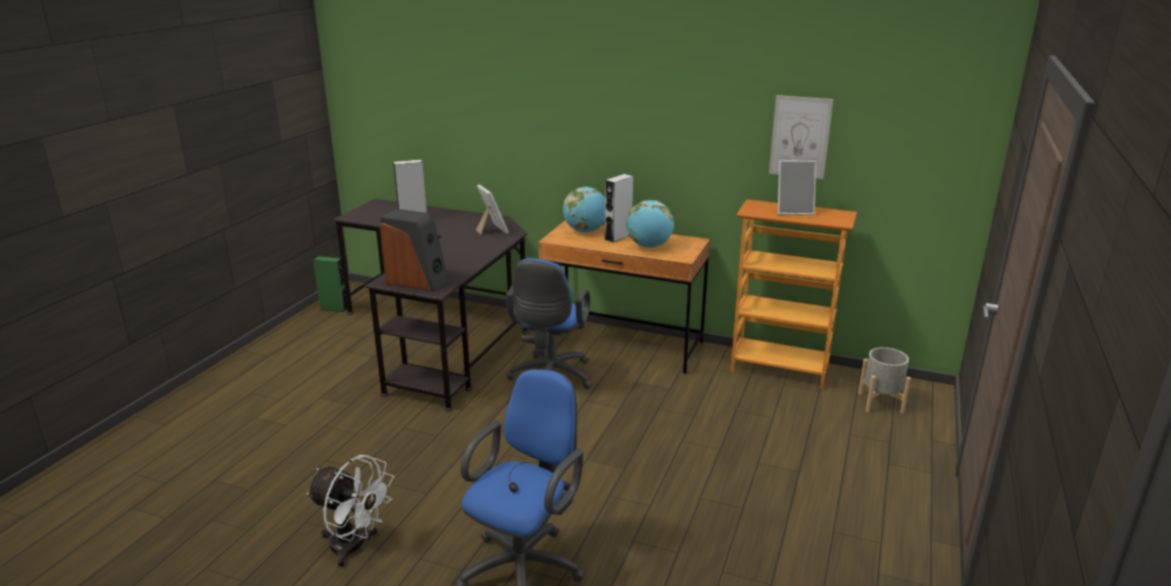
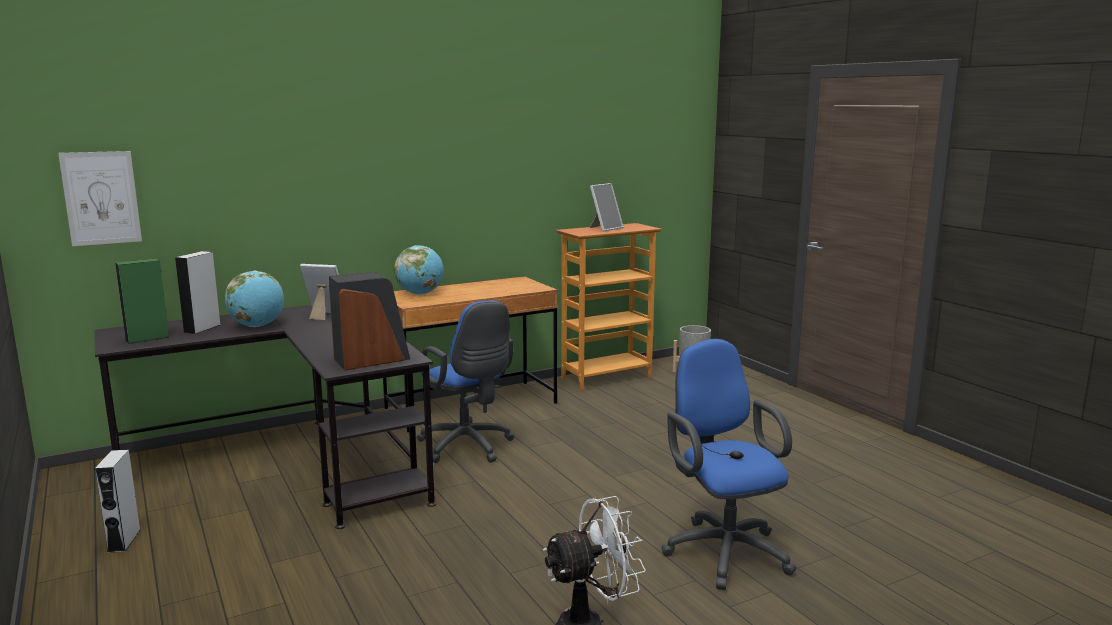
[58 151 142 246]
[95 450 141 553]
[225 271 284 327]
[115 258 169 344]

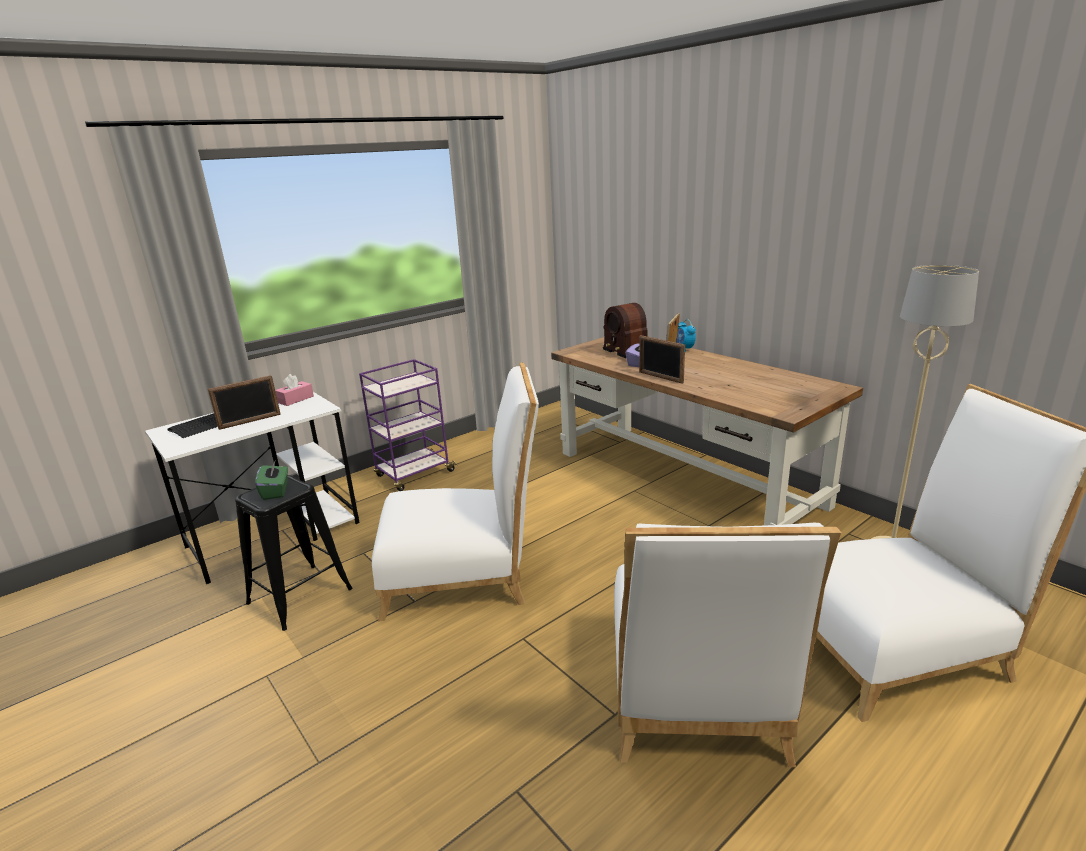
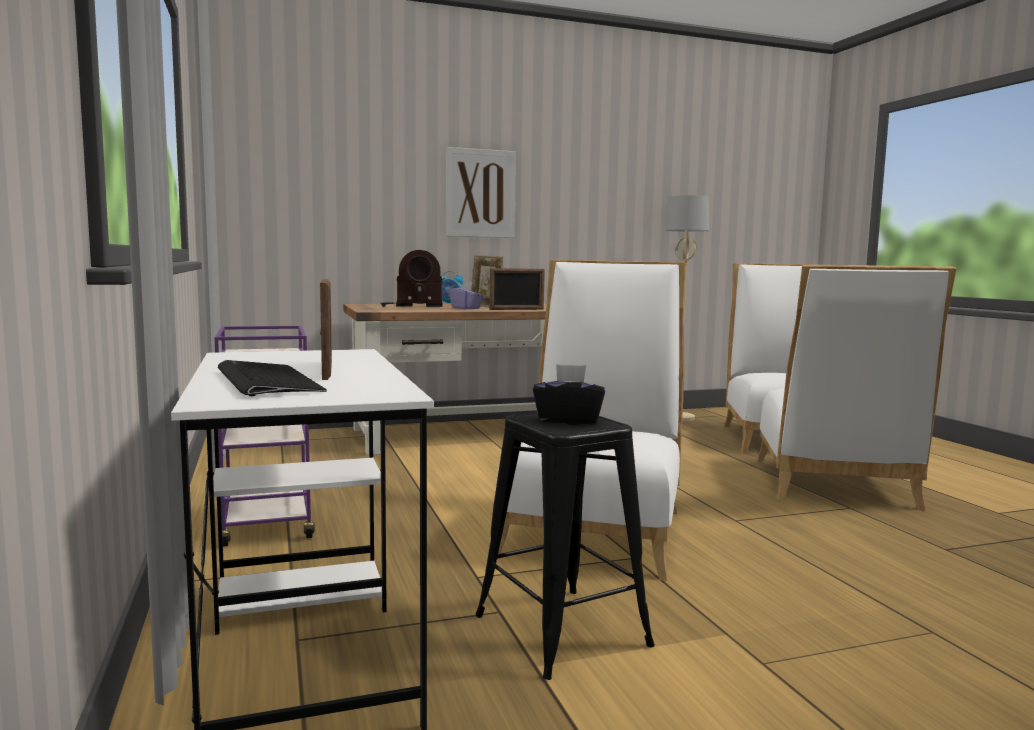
[275 374 314 406] (first image)
[533 364 605 424]
[757 264 957 511]
[446 147 516 238]

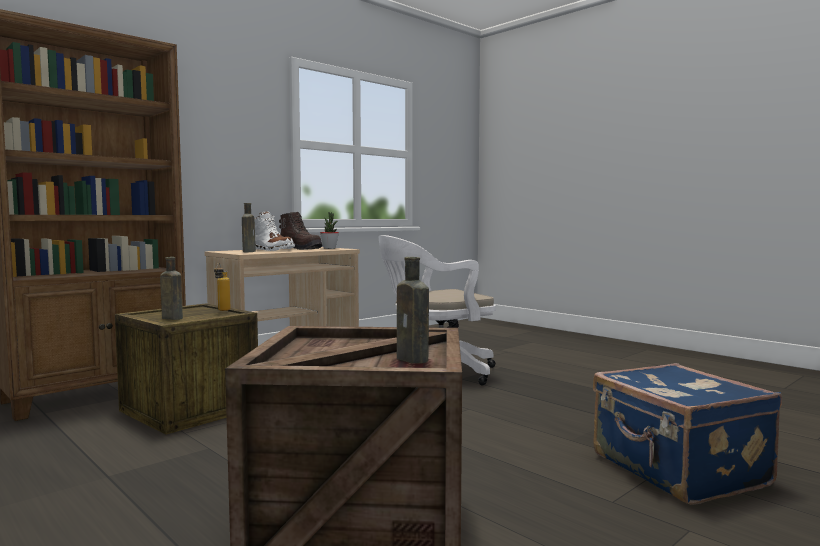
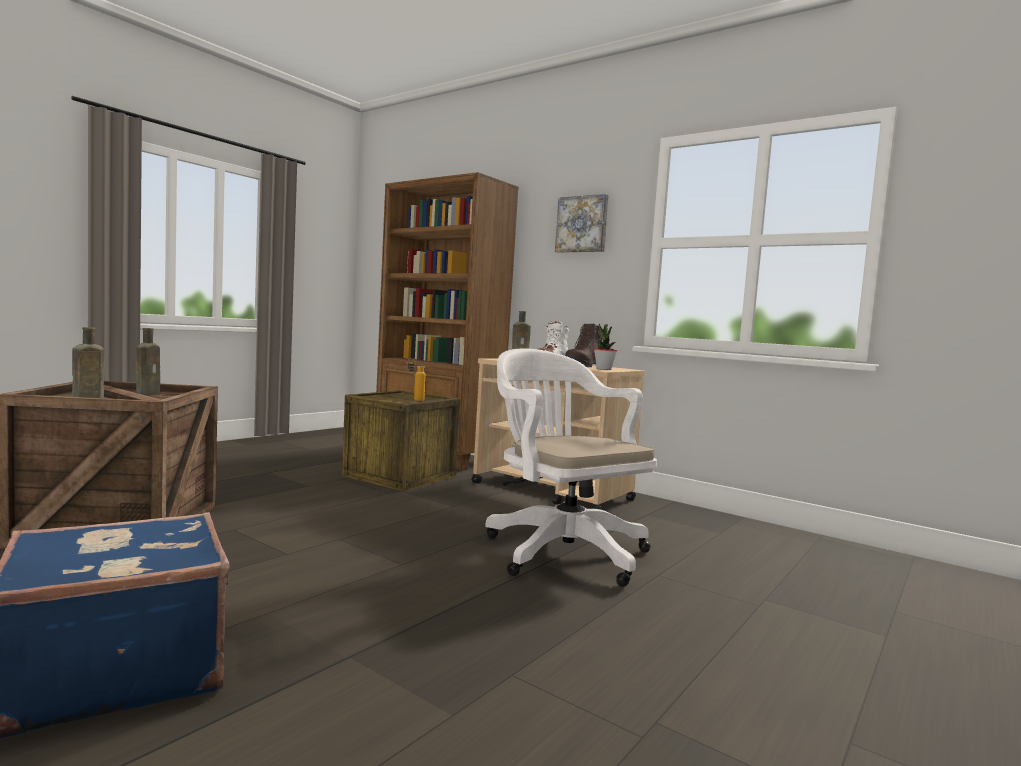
[136 328 160 396]
[555 194 609 253]

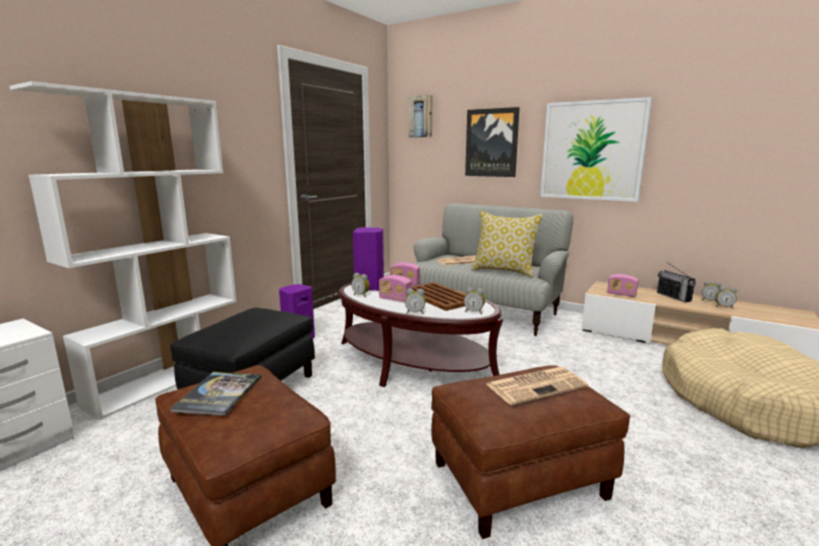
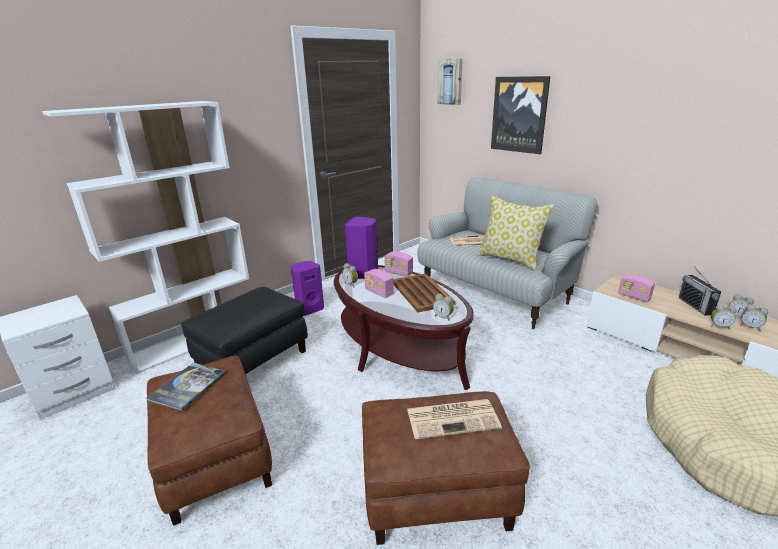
[540 97 652 202] (first image)
[711 305 737 330]

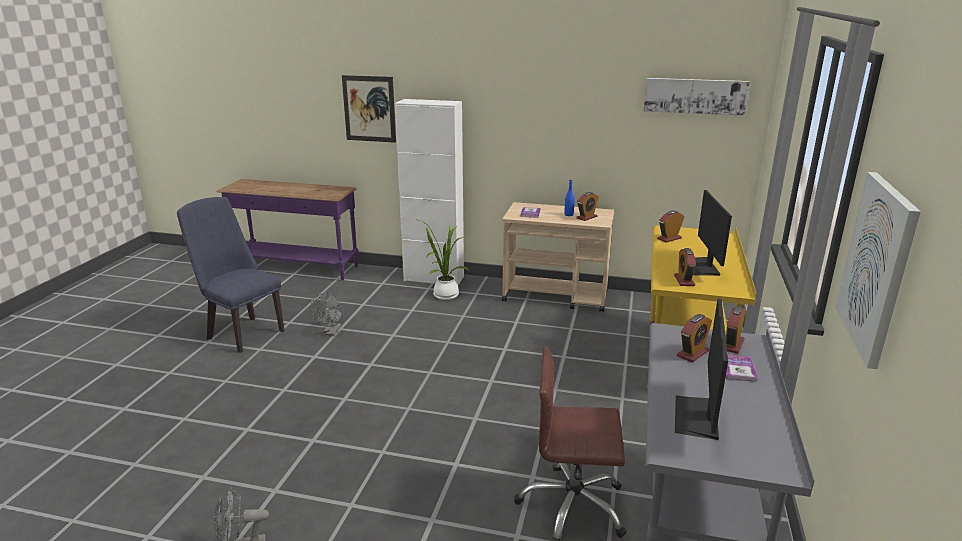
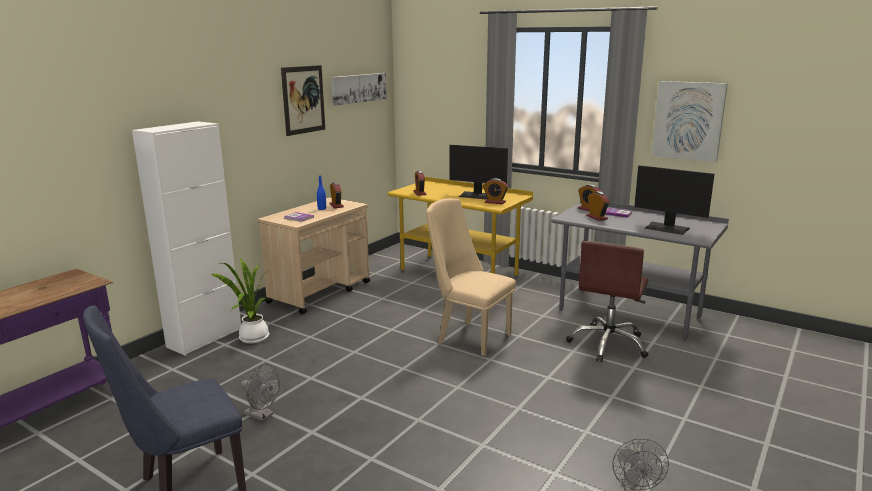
[281 65 325 136]
[426 198 516 356]

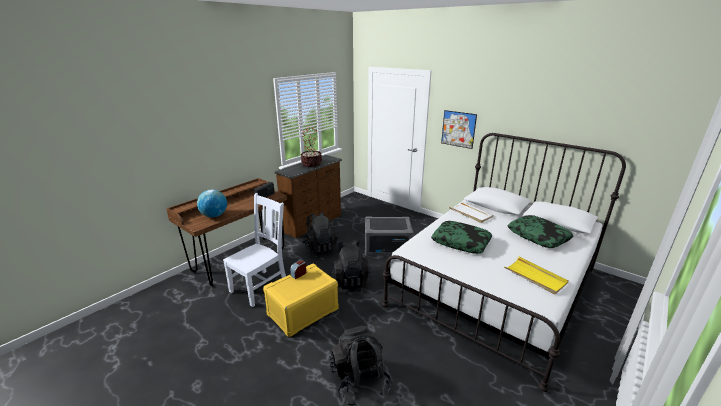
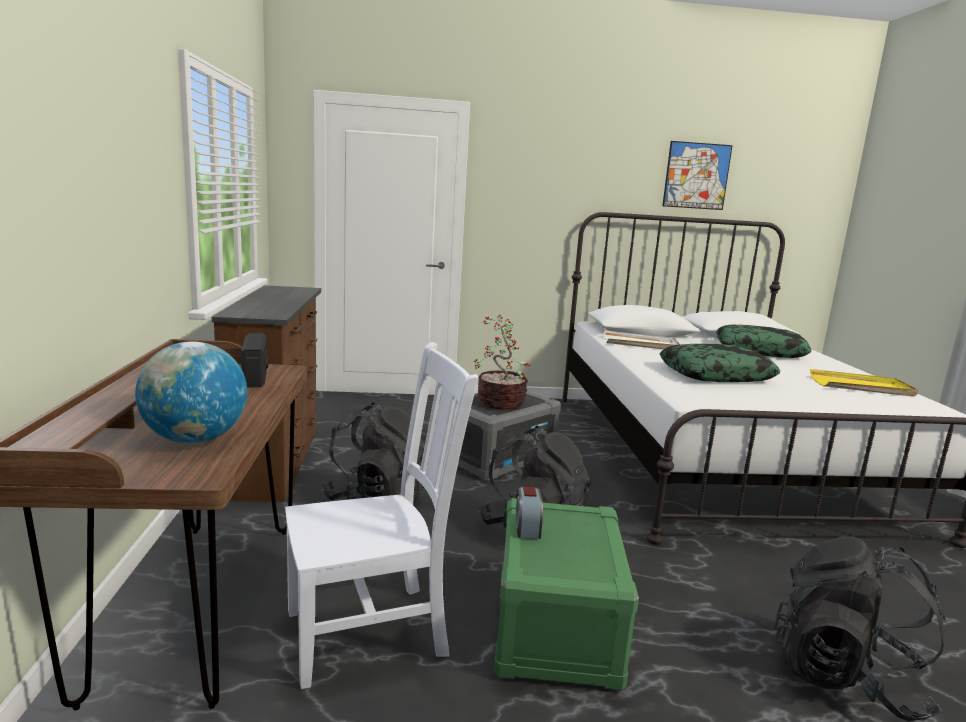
[662 141 733 210]
[474 315 531 410]
[285 342 478 689]
[494 498 639 690]

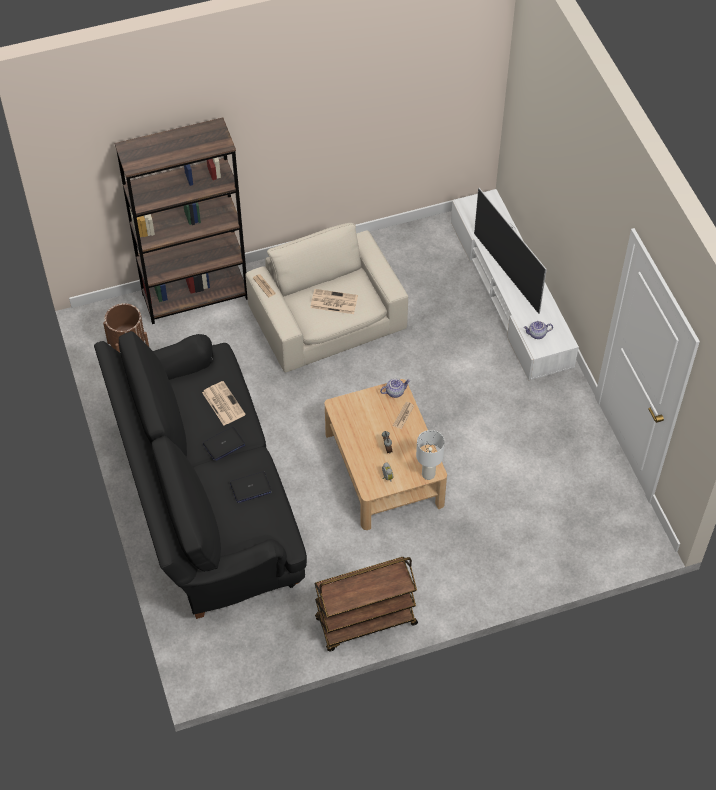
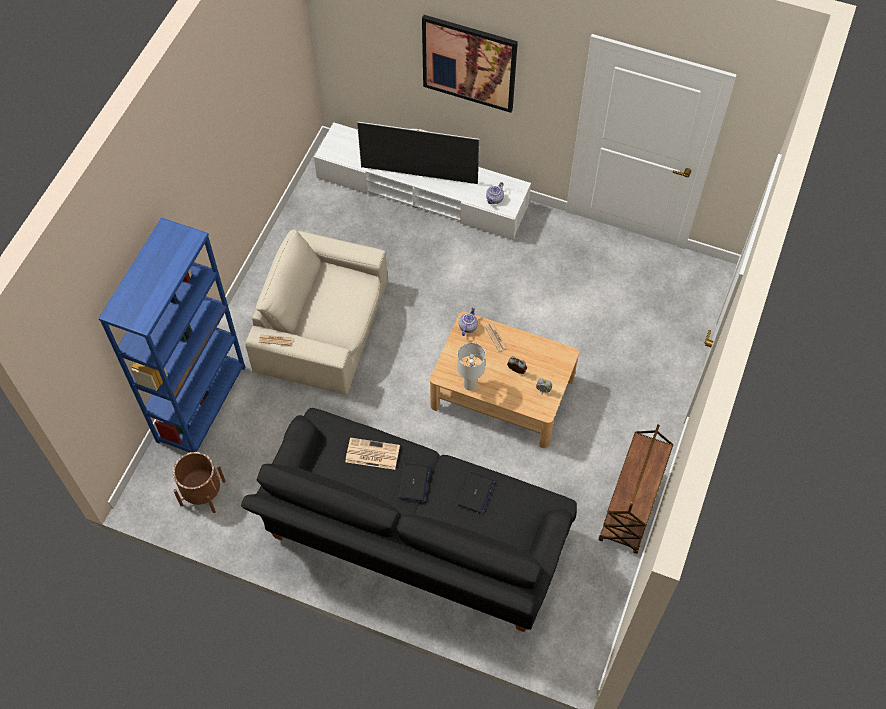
[98 218 245 452]
[310 289 358 314] (first image)
[457 343 486 391]
[422 15 518 113]

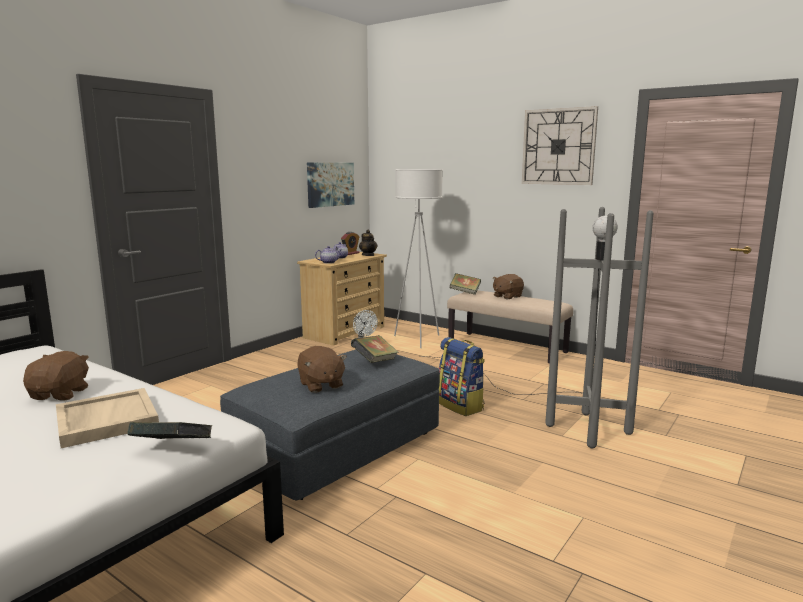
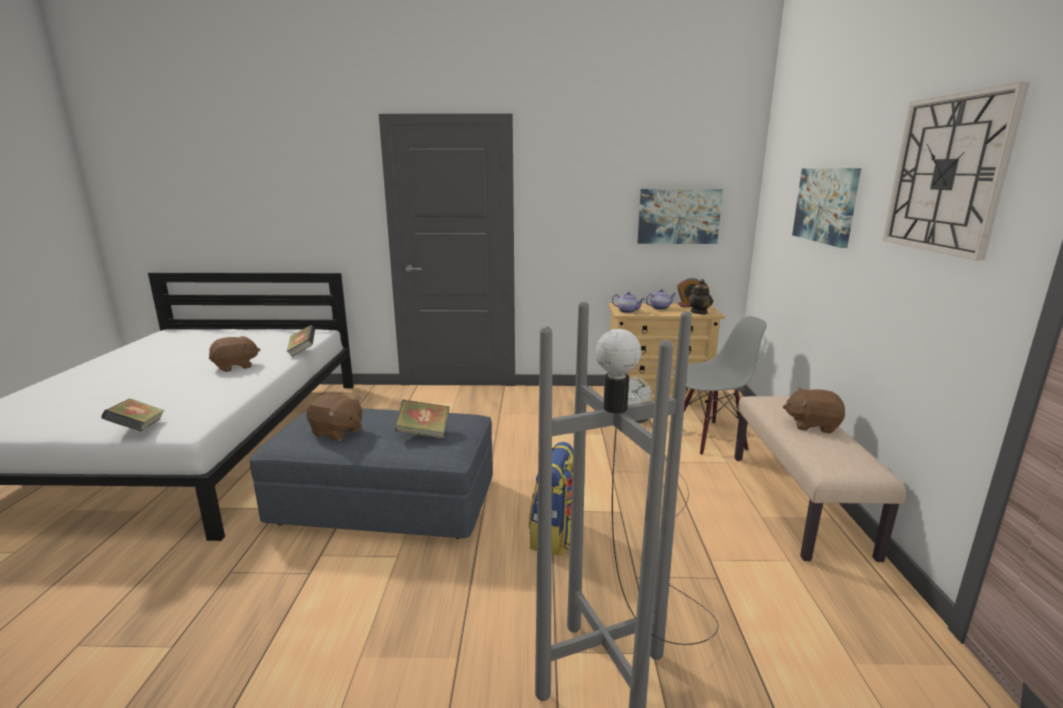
[673 316 767 455]
[286 325 315 357]
[306 393 362 441]
[56 388 159 448] (first image)
[792 168 861 248]

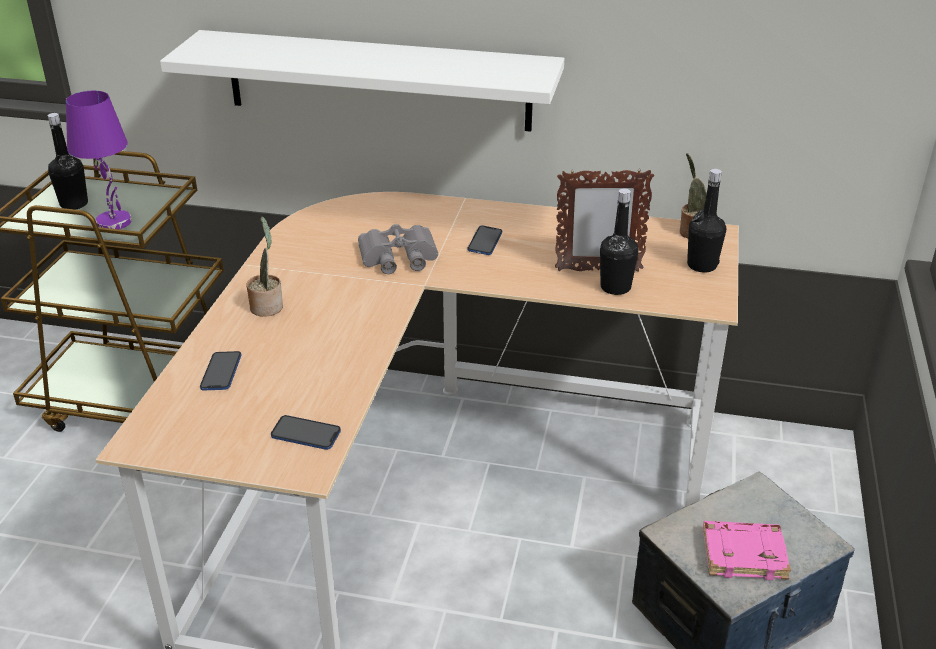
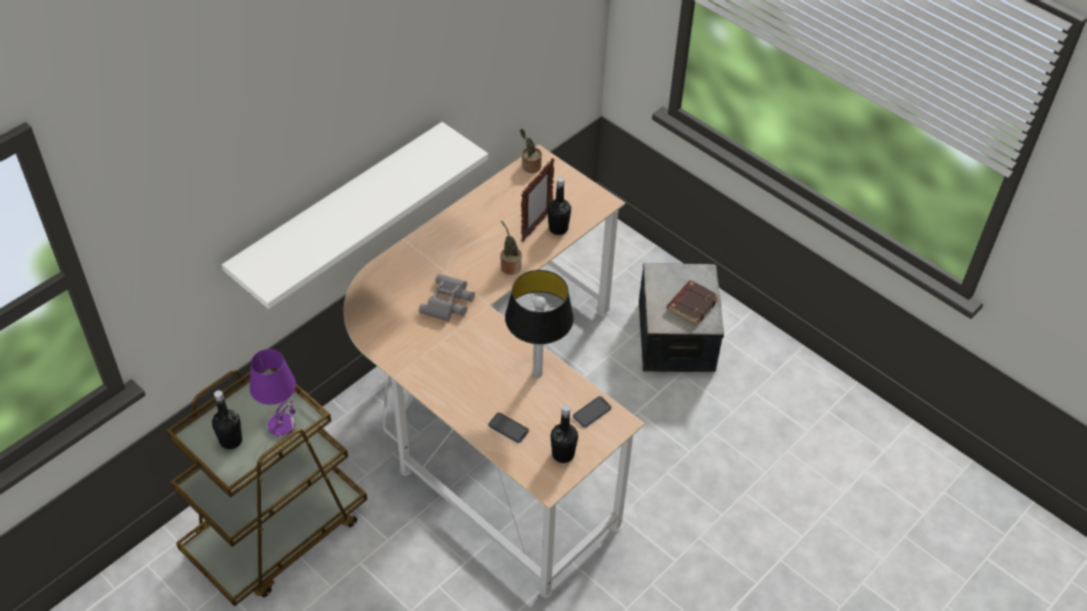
[551 405 578 463]
[500 221 522 275]
[467 226 502 255] (first image)
[667 280 719 326]
[505 270 574 377]

